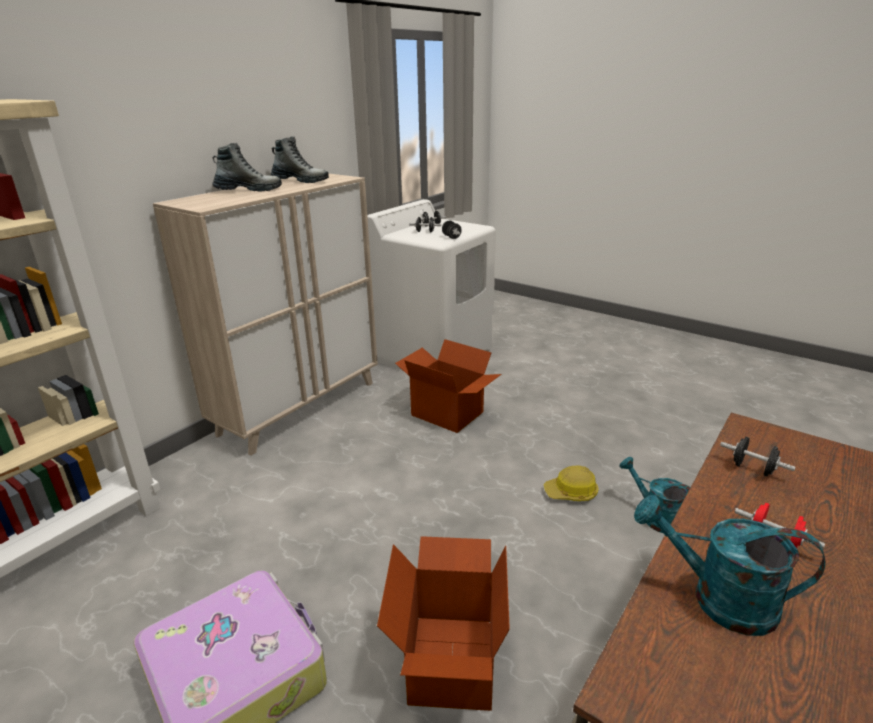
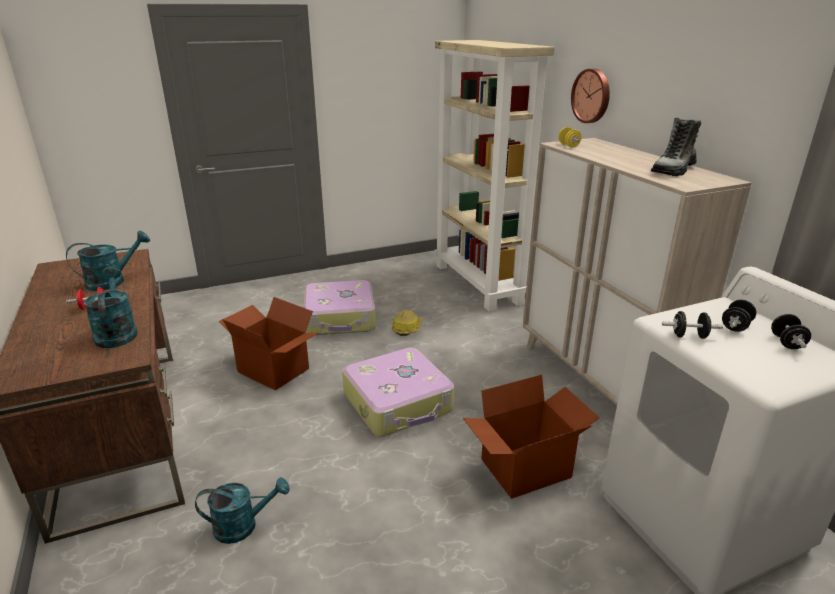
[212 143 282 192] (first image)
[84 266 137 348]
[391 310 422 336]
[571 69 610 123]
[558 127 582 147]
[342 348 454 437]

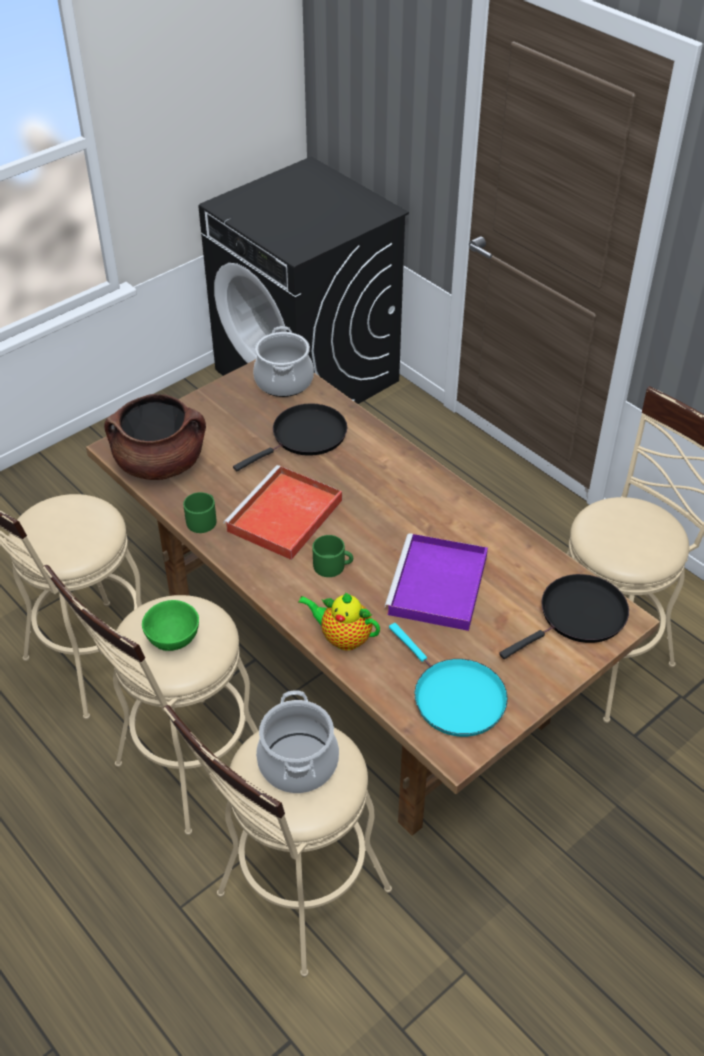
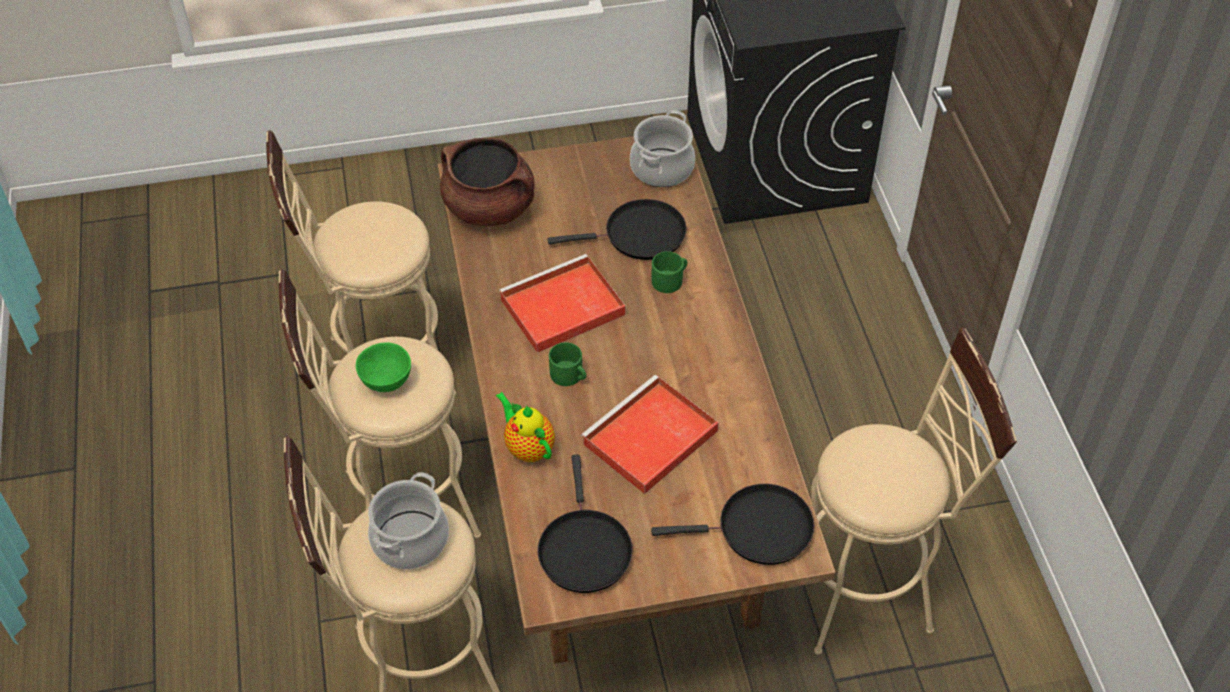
[651 251 687 293]
[581 375 719 494]
[538 454 633 593]

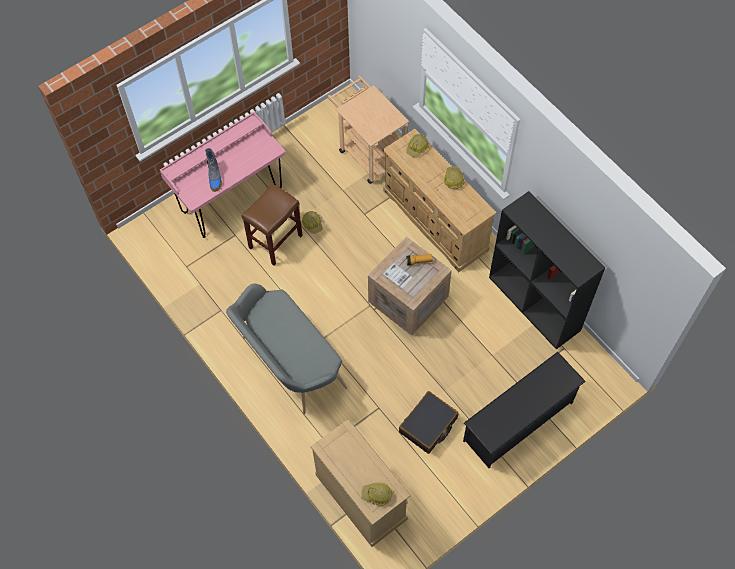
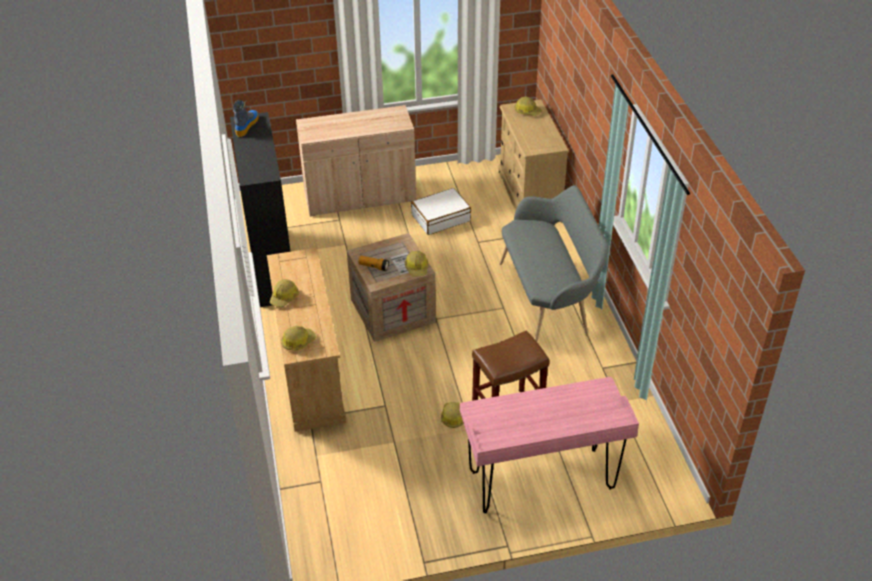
[328 76 409 184] (first image)
[233 100 259 137]
[296 105 416 216]
[411 188 471 235]
[404 251 428 277]

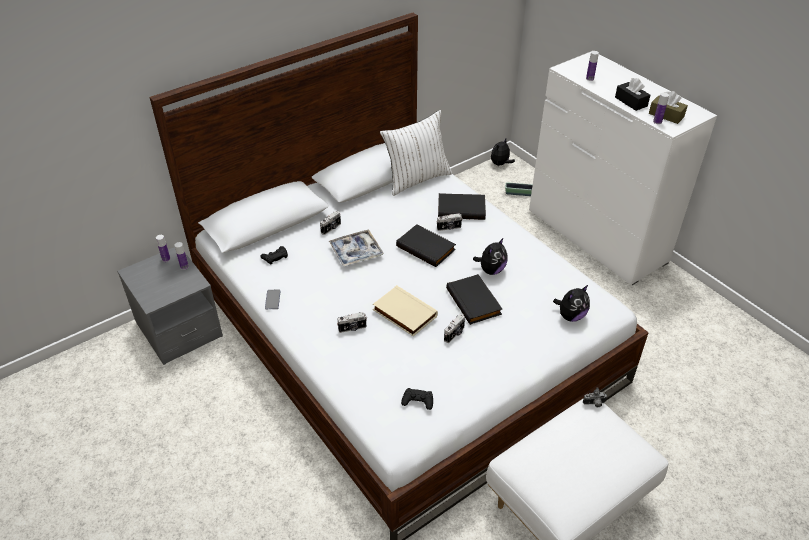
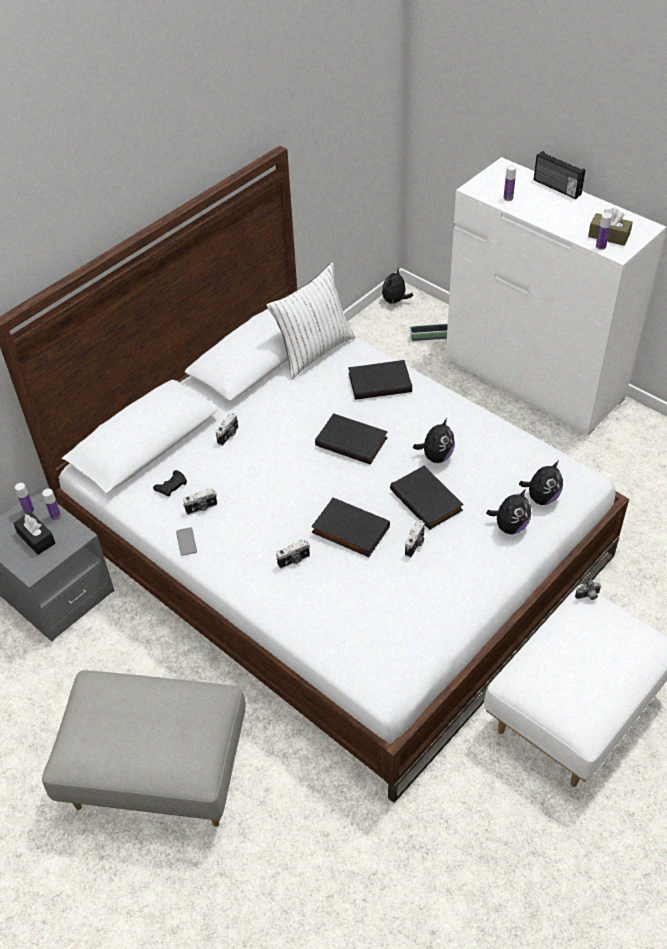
[13 512 56 555]
[183 488 217 515]
[329 229 384 266] (first image)
[311 498 390 557]
[401 388 433 410] (first image)
[534 151 586 199]
[486 489 531 534]
[42 670 246 827]

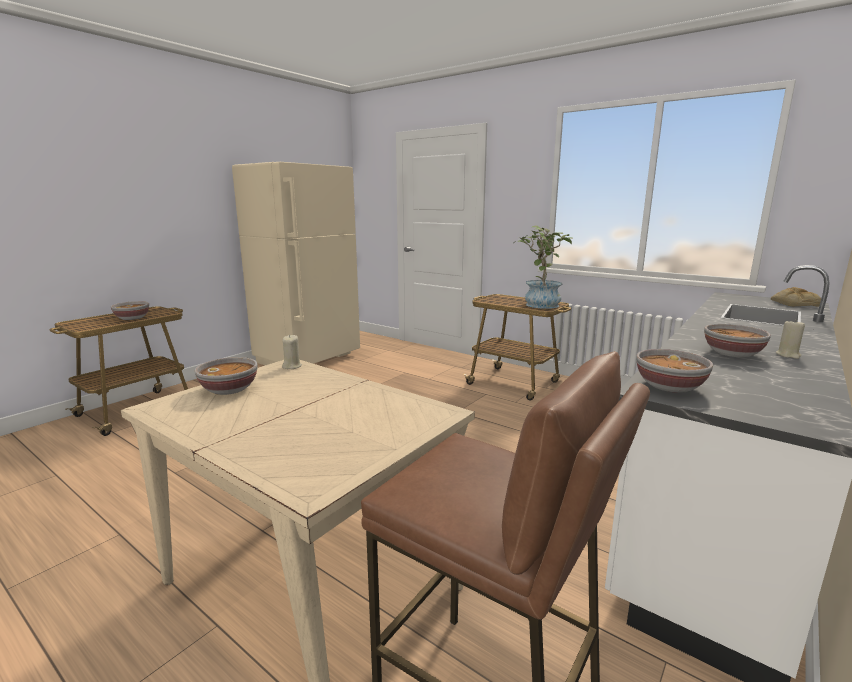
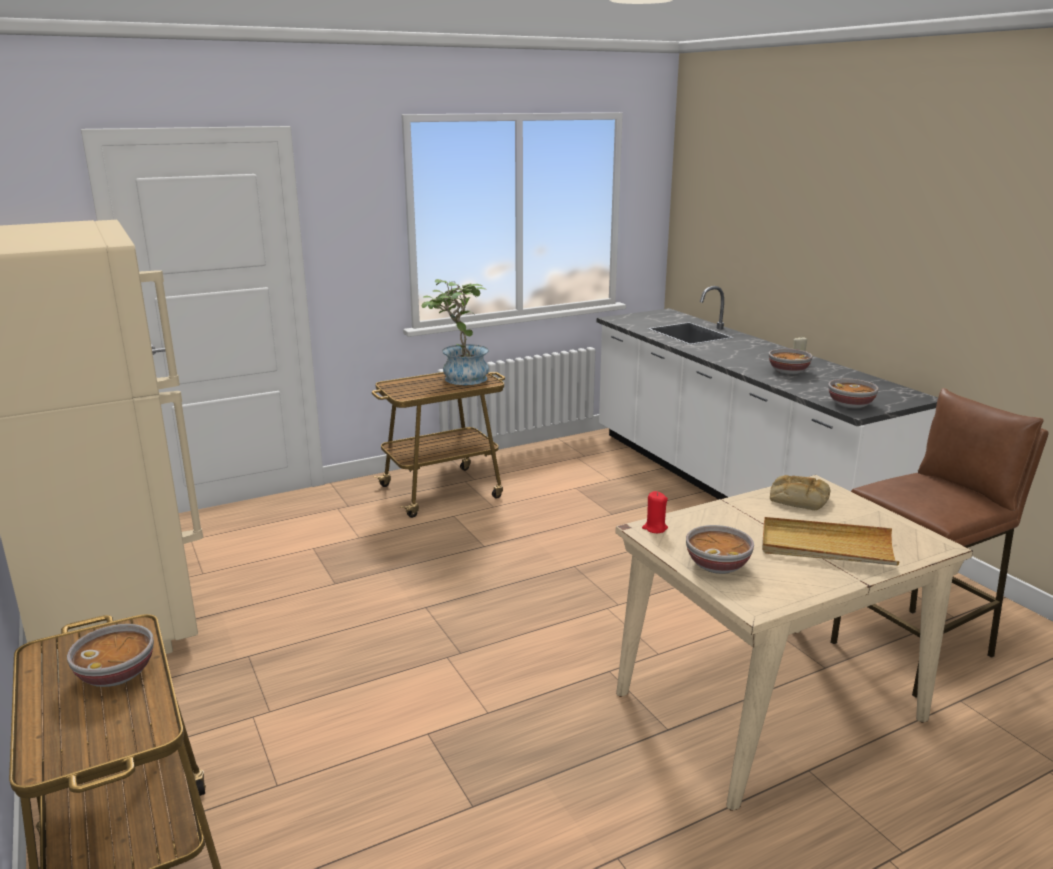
[770 475 830 510]
[642 491 668 533]
[762 517 900 566]

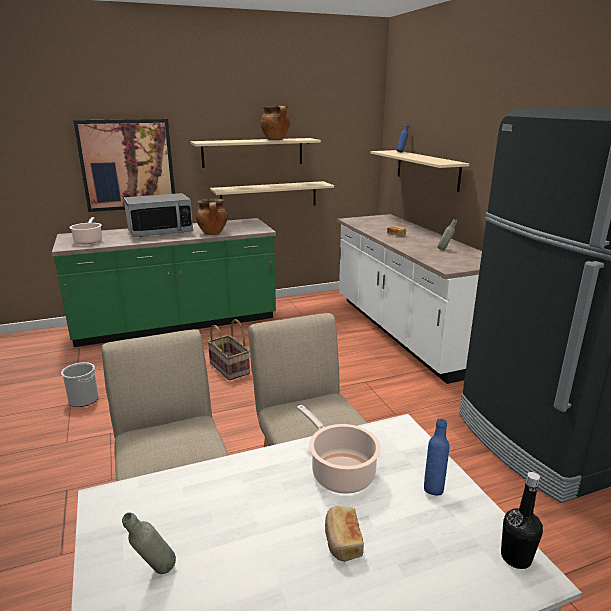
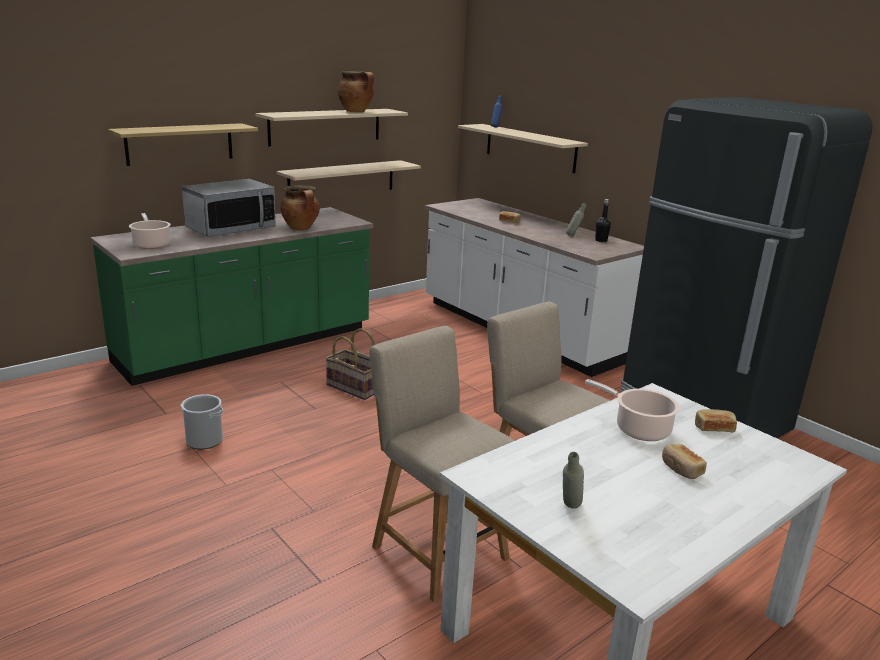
[108 123 258 166]
[695 409 737 432]
[595 199 611 242]

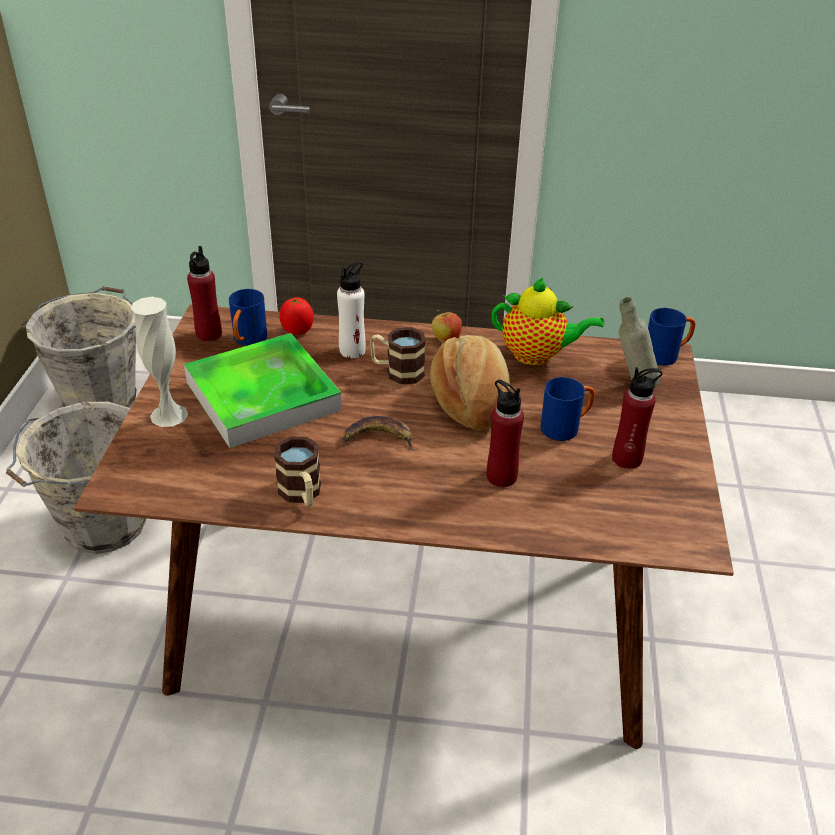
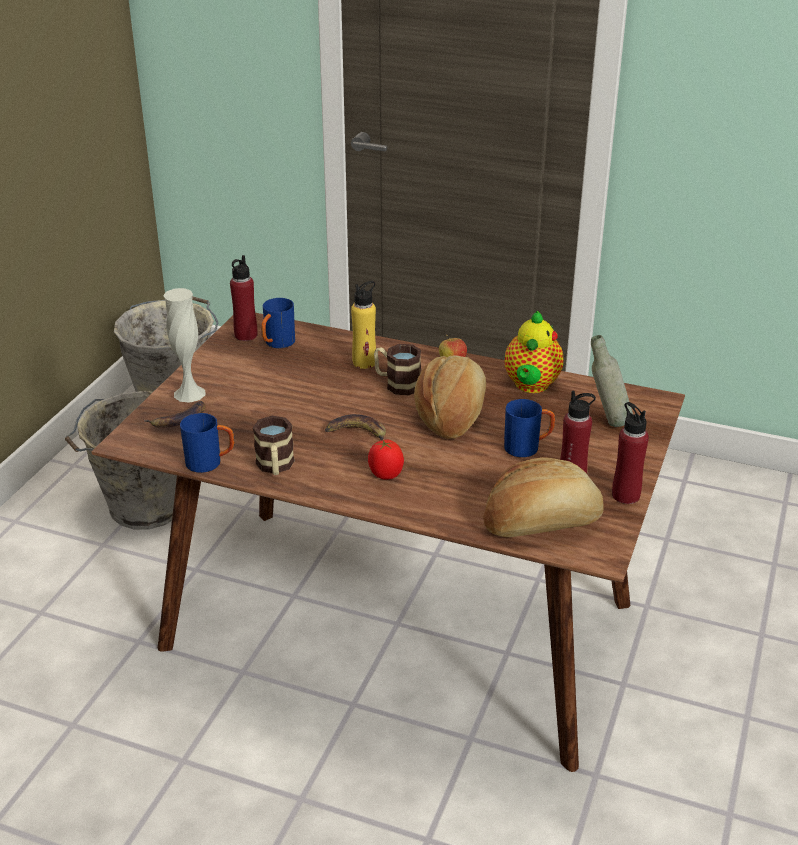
[351 281 376 369]
[505 311 563 393]
[368 440 404 480]
[180 413 235 473]
[184 333 342 448] (first image)
[612 402 649 504]
[143 401 206 428]
[483 457 603 537]

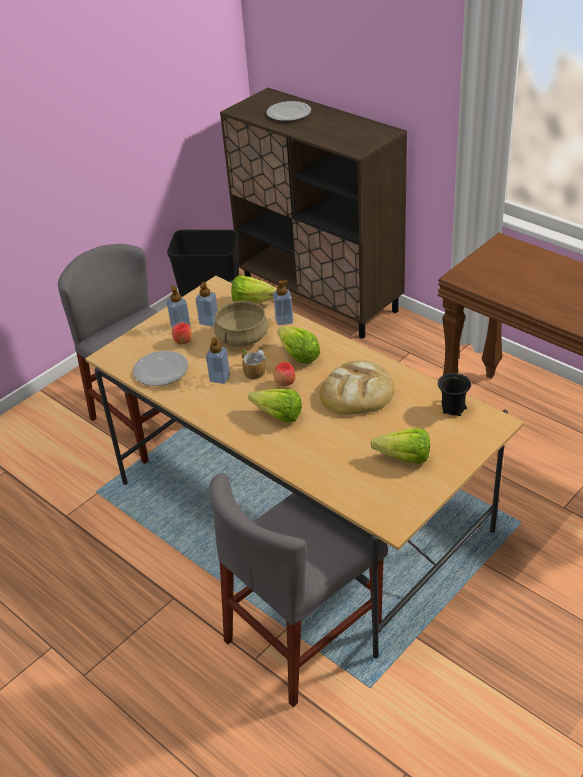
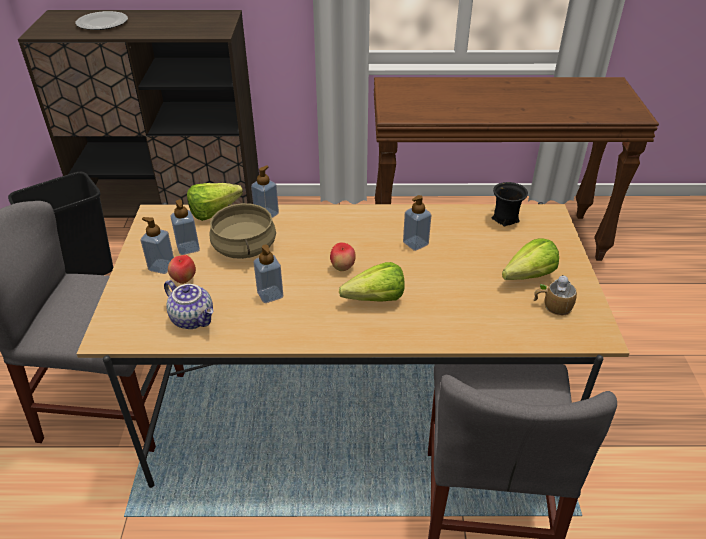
[278 326 320 364] (first image)
[534 275 577 316]
[164 280 213 329]
[403 195 431 251]

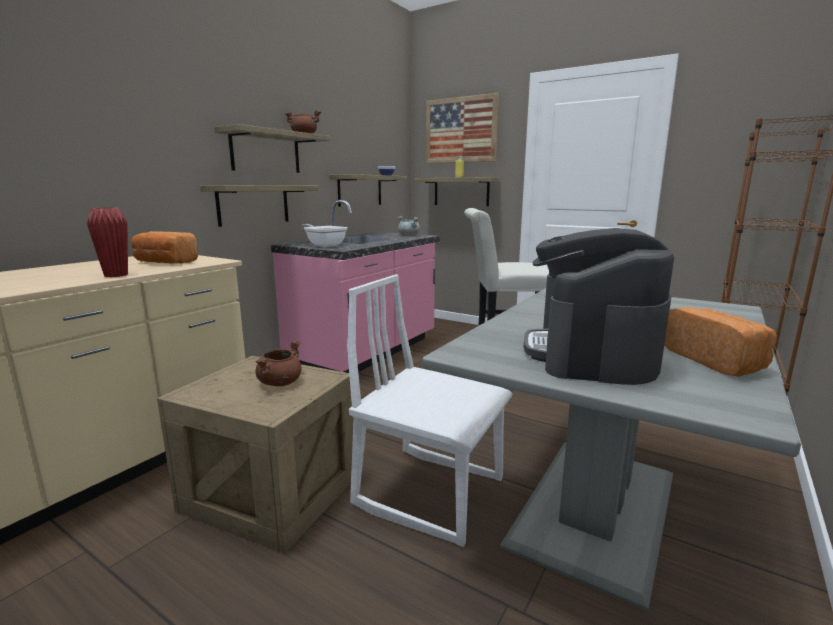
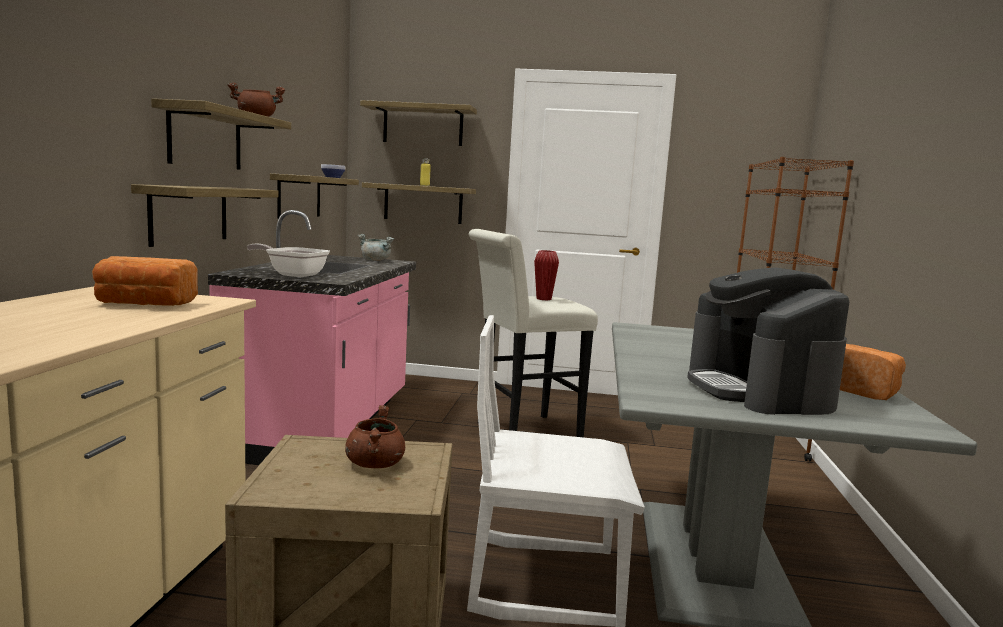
[360 100 477 146]
[534 250 559 300]

